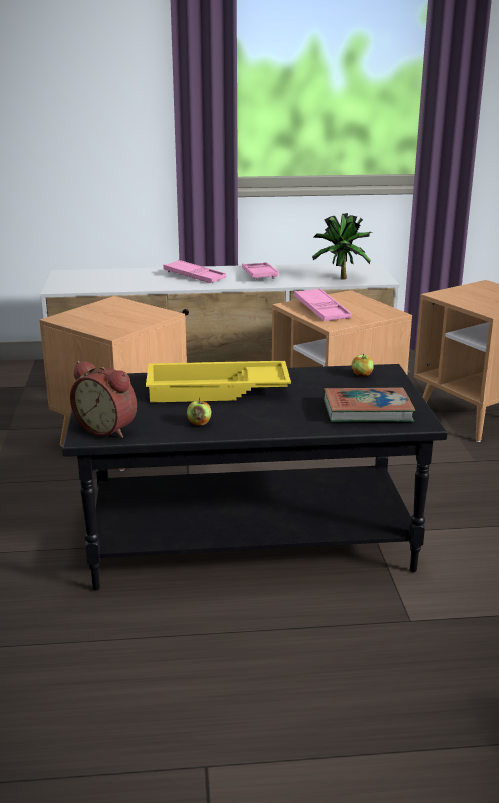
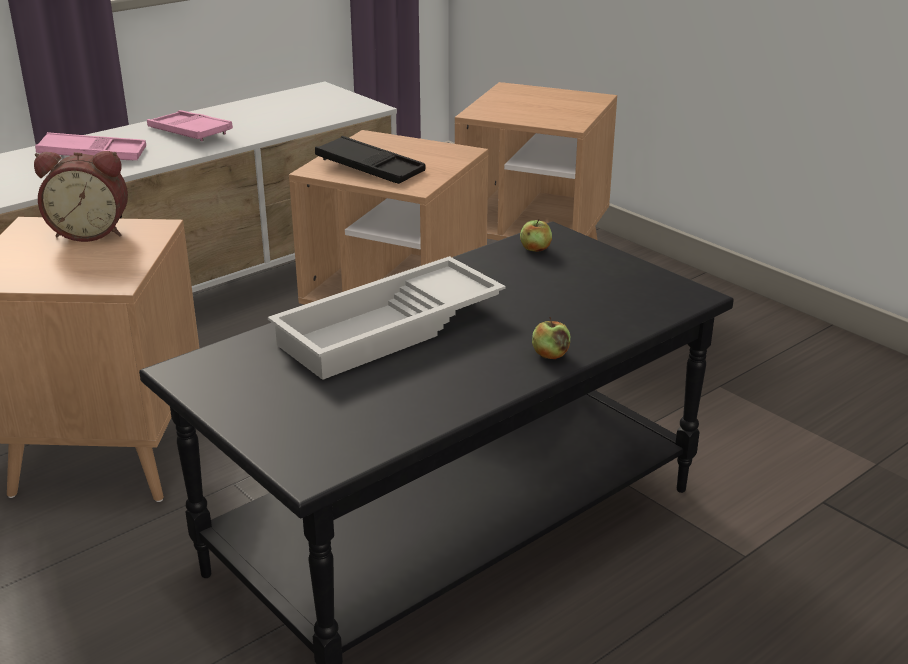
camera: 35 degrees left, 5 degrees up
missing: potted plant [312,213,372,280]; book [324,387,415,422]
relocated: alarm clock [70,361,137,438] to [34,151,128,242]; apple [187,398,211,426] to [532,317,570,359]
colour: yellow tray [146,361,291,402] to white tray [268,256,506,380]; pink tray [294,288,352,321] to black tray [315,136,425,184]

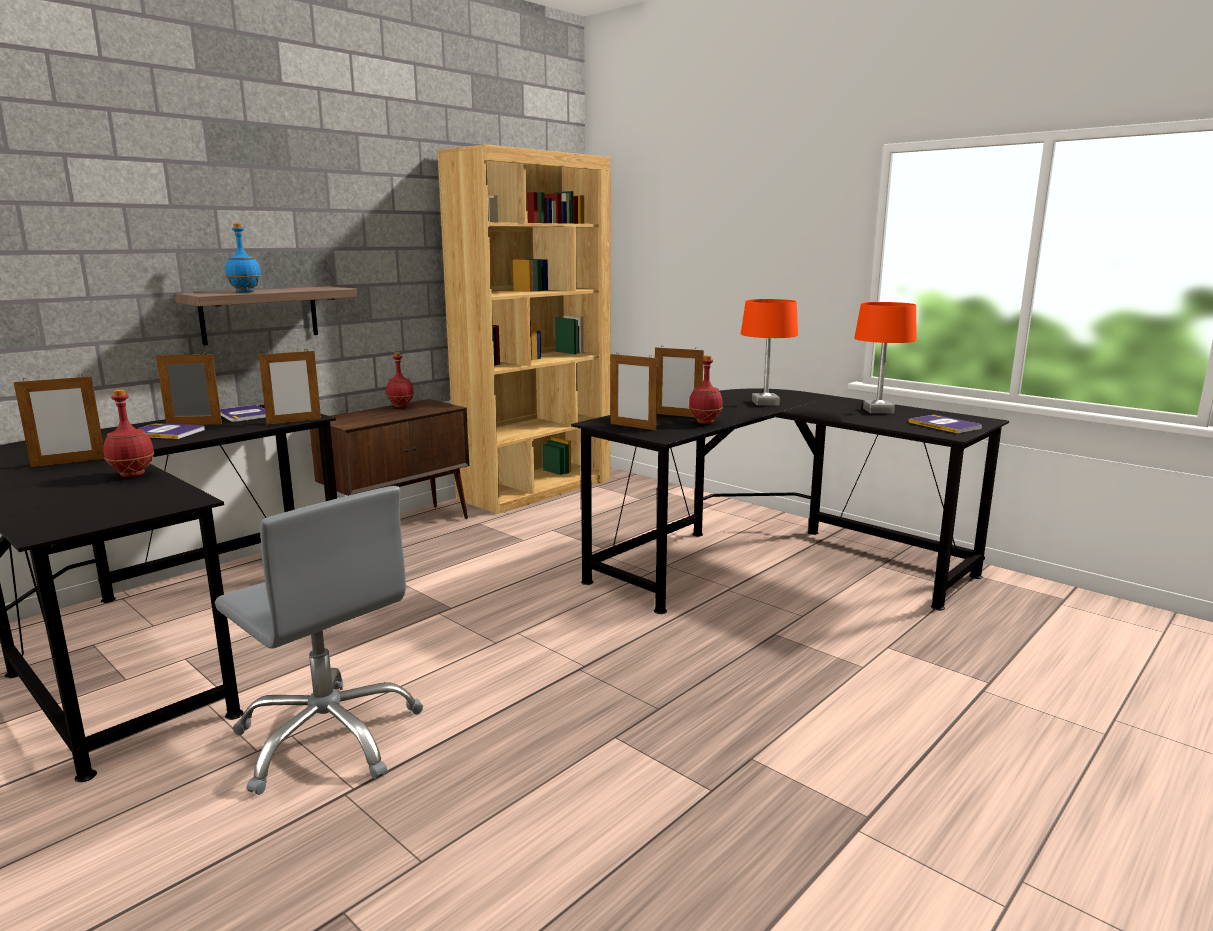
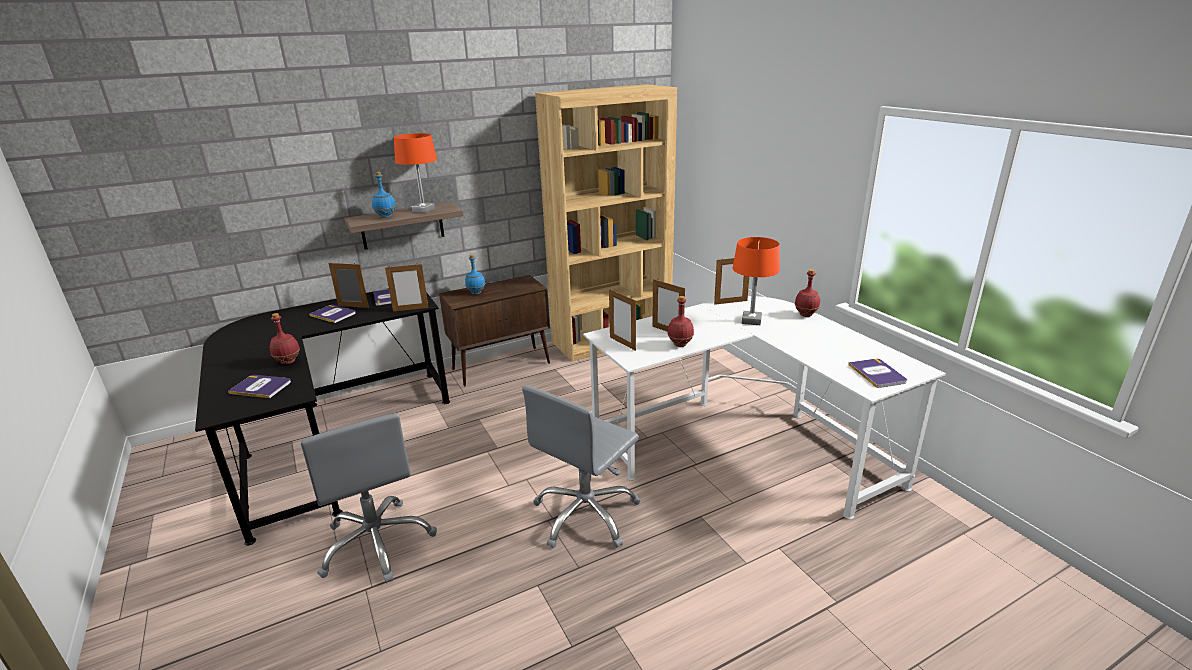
camera: 20 degrees right, 10 degrees up
appeared: book [228,375,291,398]; blue bottle [465,255,485,294]; grey office chair [522,386,640,548]
relocated: picture frame [14,374,105,467] to [714,258,749,305]; red bottle [386,353,414,408] to [795,269,820,317]; orange table lamp [854,302,917,413] to [394,133,437,213]
colour: black desk [571,389,1009,614] to white desk [583,296,946,519]

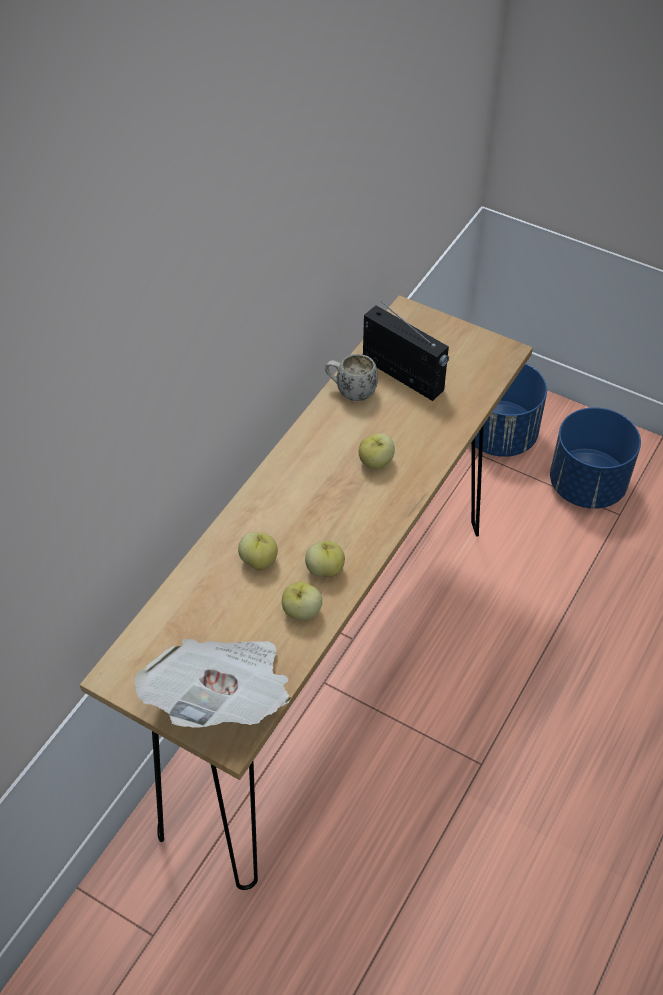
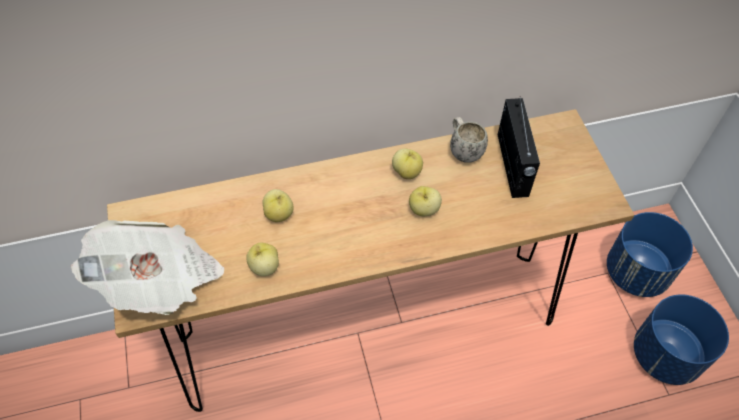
camera: 45 degrees right, 5 degrees up
relocated: apple [305,541,345,577] to [392,149,423,179]

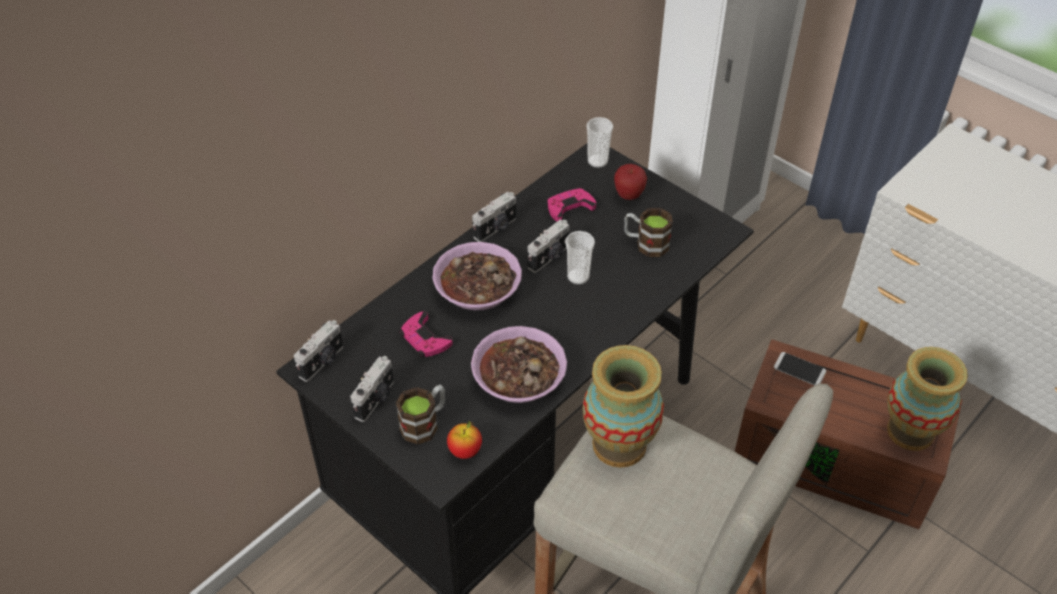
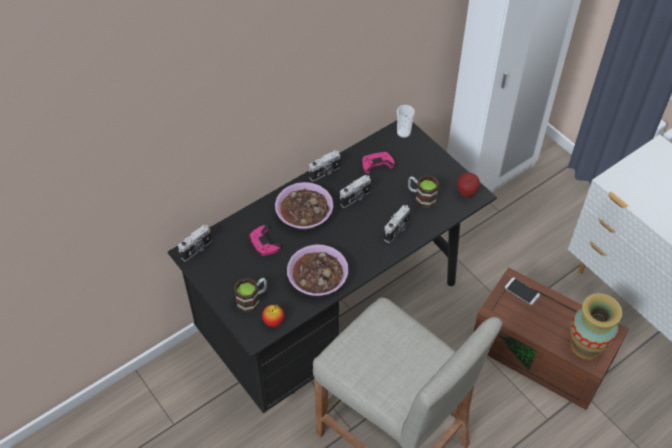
camera: 10 degrees right, 5 degrees up
missing: cup [565,231,595,285]; vase [583,345,664,468]
relocated: photo camera [350,356,394,422] to [384,205,410,243]; apple [614,164,647,200] to [457,172,480,197]

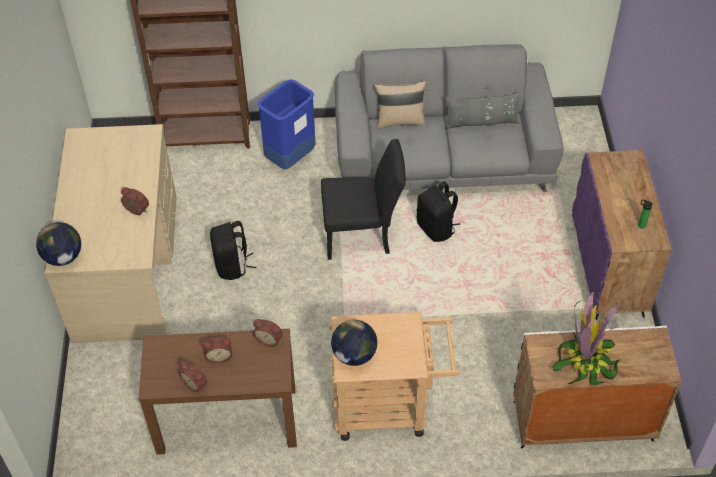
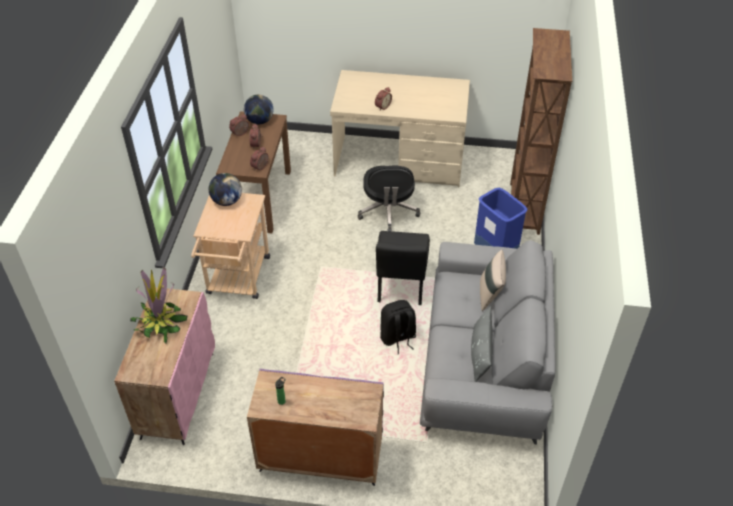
camera: 100 degrees right, 5 degrees down
relocated: globe [36,222,81,266] to [244,95,274,124]
exchanged: black backpack [210,221,256,280] to black office chair [358,165,420,231]
colour: white cabinet [513,325,682,449] to pink cabinet [114,287,215,445]

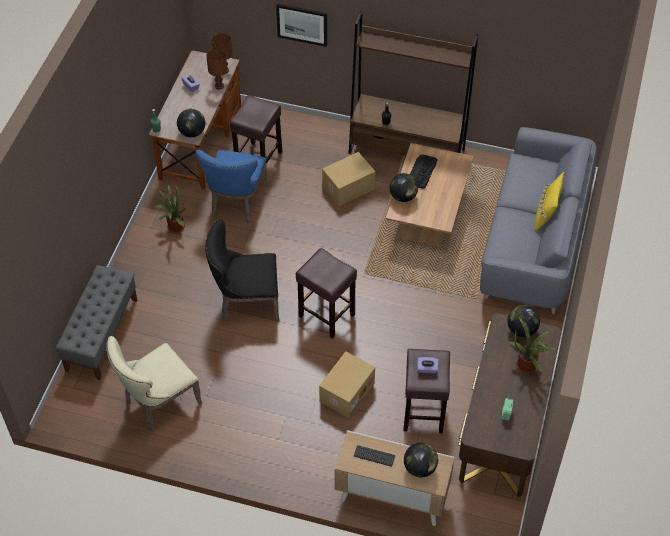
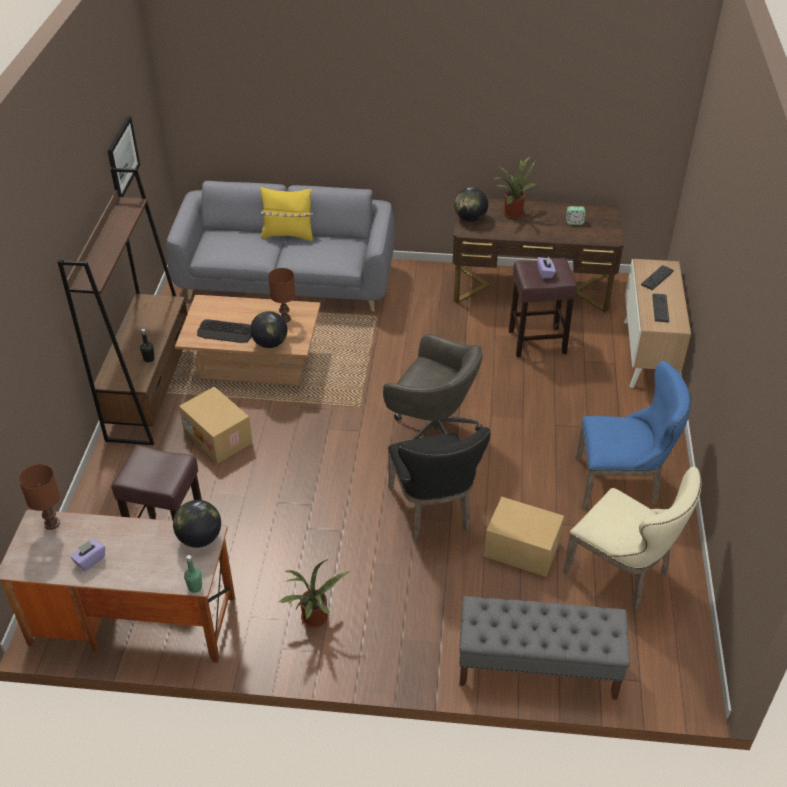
camera: 100 degrees left, 10 degrees down
relocated: blue chair [195,150,268,223] to [575,361,691,509]; brown table lamp [206,49,227,89] to [268,268,296,323]; picture [276,3,327,47] to [107,116,140,197]; cardboard box [319,351,375,418] to [484,497,564,577]
exchanged: brown stool [296,248,357,339] to grey office chair [383,334,483,440]; globe [404,443,438,477] to keyboard [641,265,674,290]

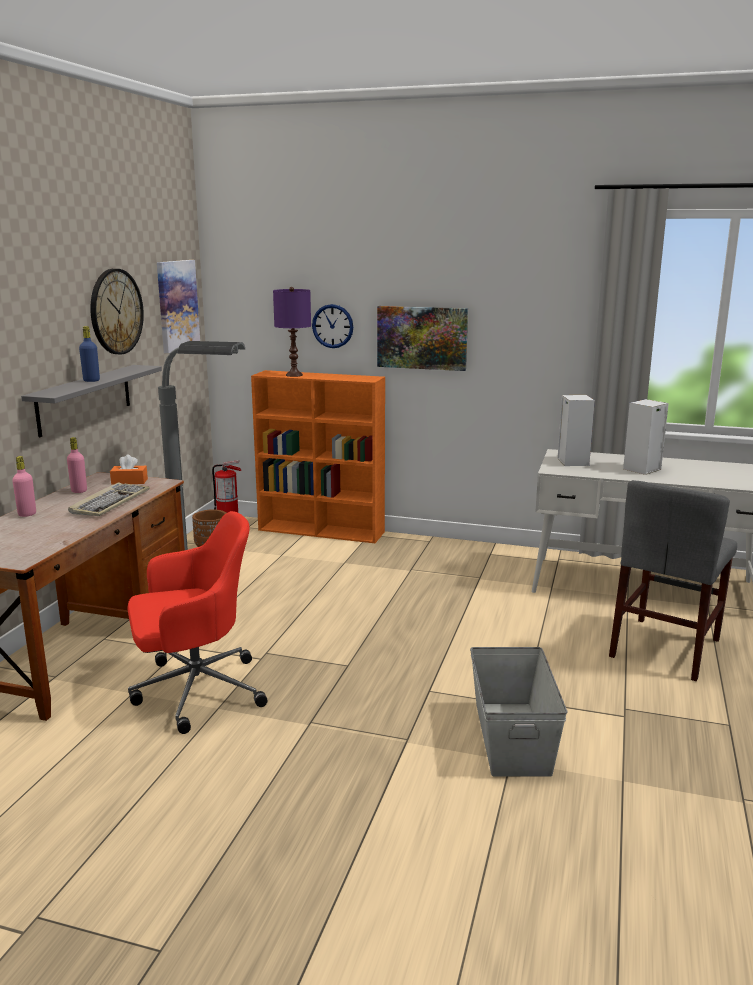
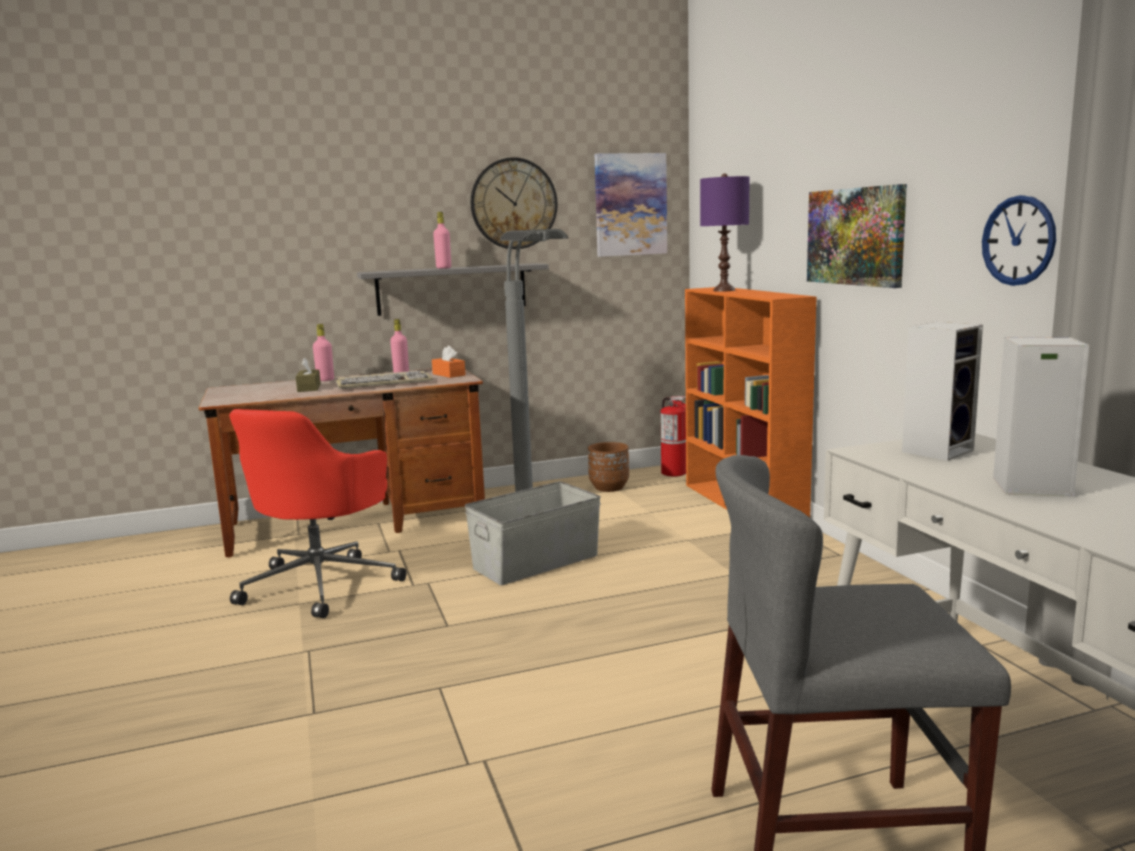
camera: 55 degrees right, 5 degrees down
appeared: brown tissue box [296,358,321,392]
relocated: wall clock [312,304,353,348] to [982,195,1056,286]; grey storage box [470,647,567,777] to [464,481,601,585]
colour: blue bottle [79,326,100,382] to pink bottle [433,212,451,269]
spun: red office chair [127,511,268,734] = [229,409,406,618] 75 degrees clockwise

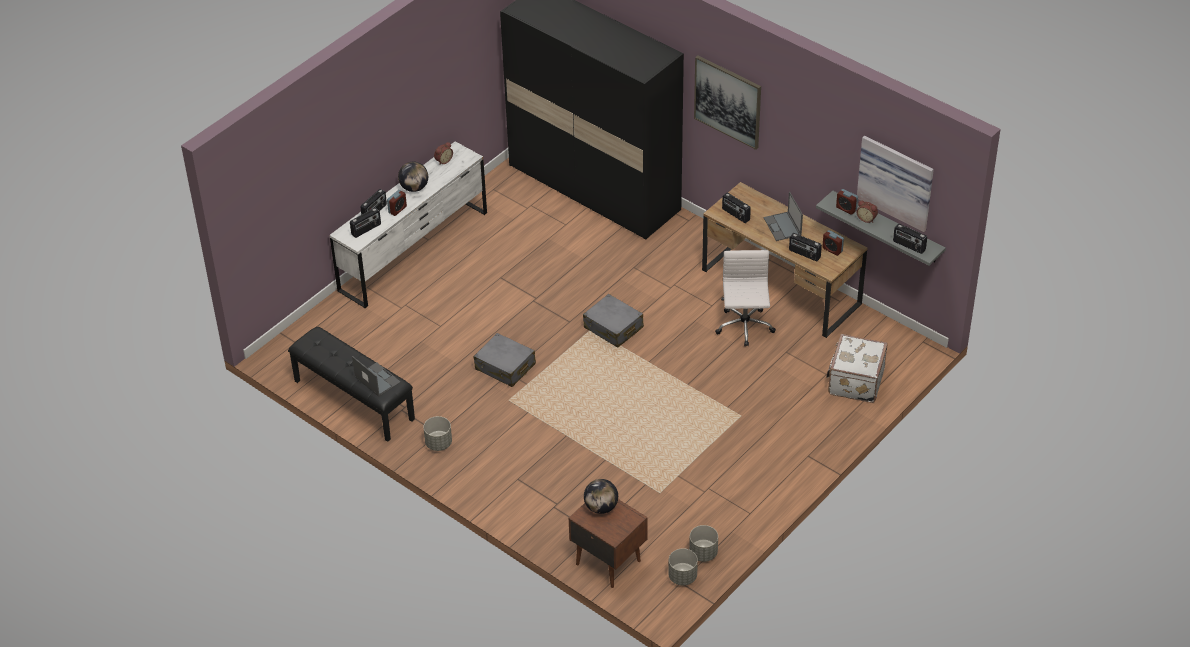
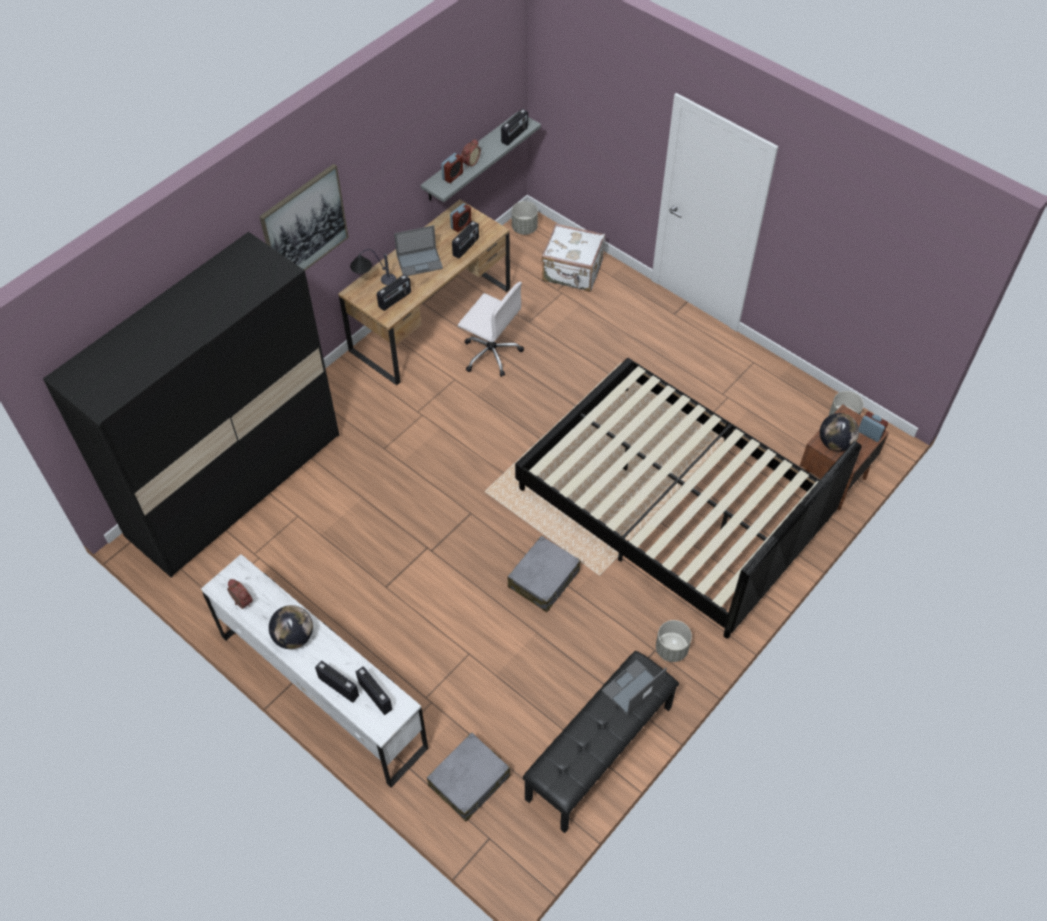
camera: 90 degrees left, 10 degrees up
missing: picture [857,136,934,232]
appeared: table lamp [350,249,396,285]; black bed [515,358,862,639]
relocated: alarm clock [387,190,407,216] to [859,412,888,442]; grey suitcase [583,294,644,348] to [427,732,510,822]; grey planter [689,525,718,562] to [512,201,538,235]
spun: white office chair [715,250,776,346] = [458,282,524,377] 150 degrees counterclockwise

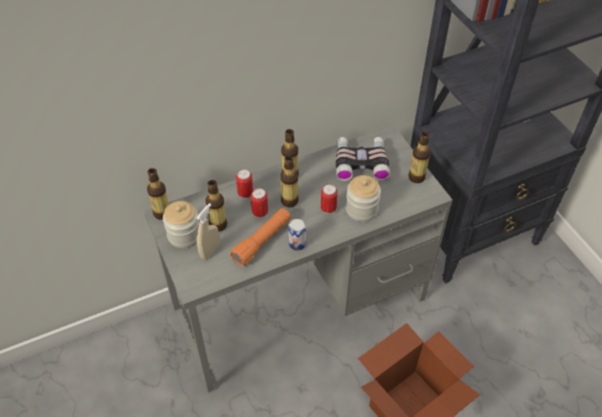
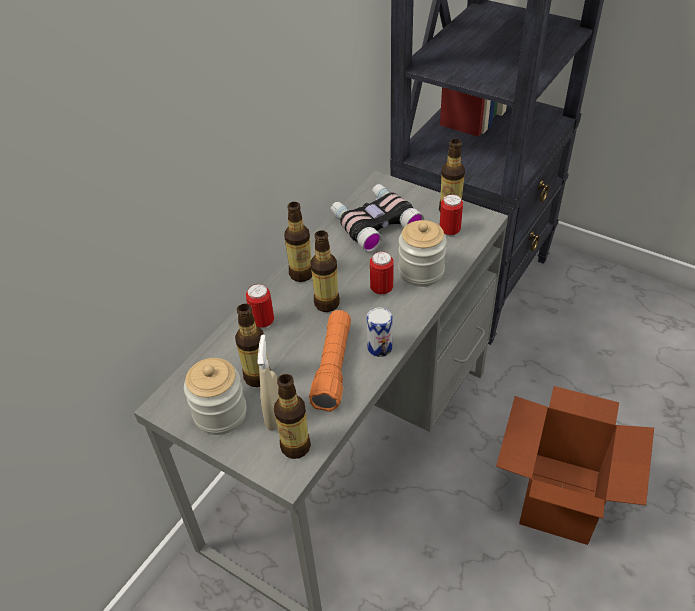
camera: 30 degrees left, 5 degrees down
relocated: bottle [147,168,169,220] to [274,374,311,459]; can [251,188,268,218] to [440,194,463,237]

